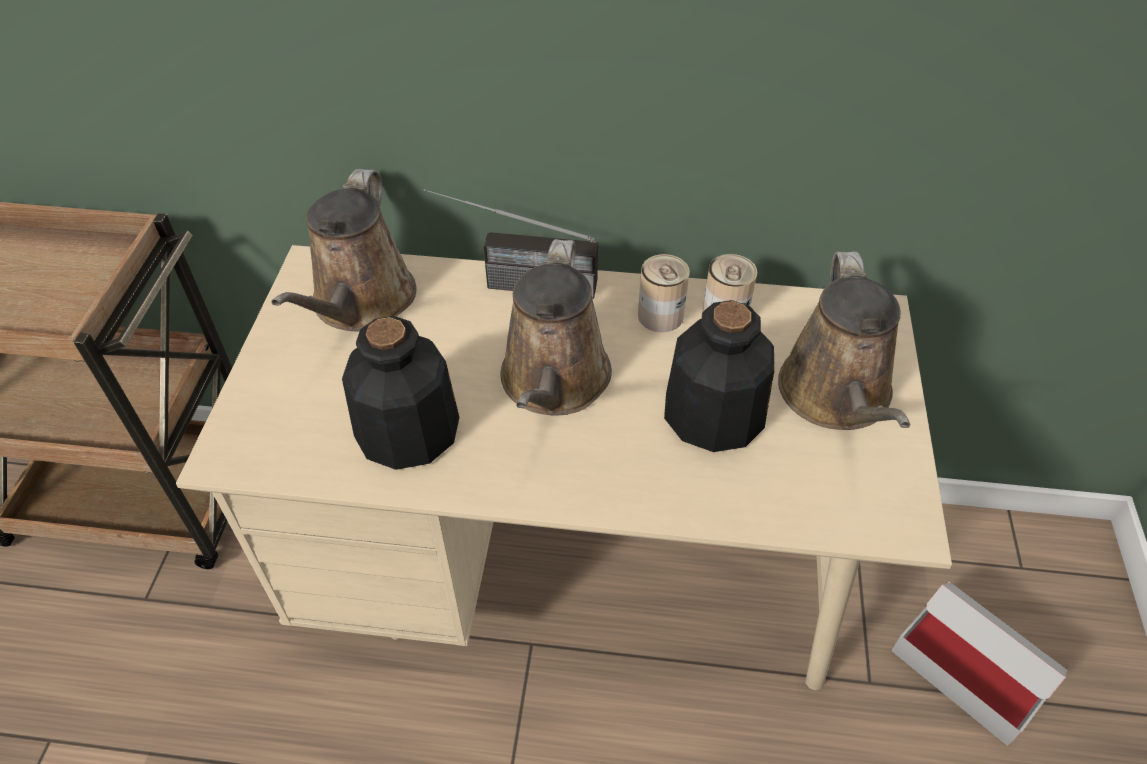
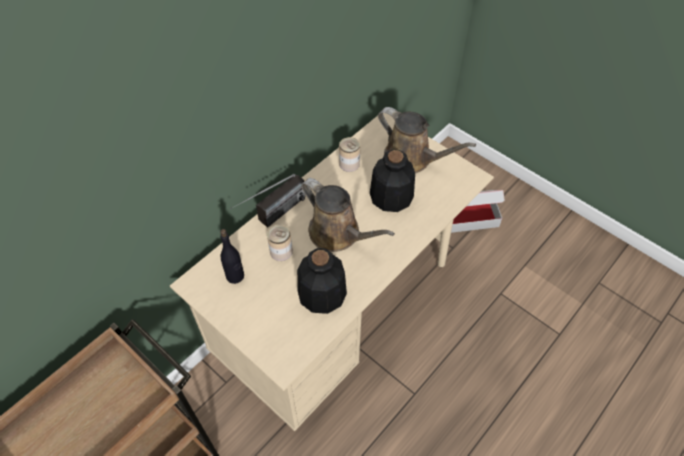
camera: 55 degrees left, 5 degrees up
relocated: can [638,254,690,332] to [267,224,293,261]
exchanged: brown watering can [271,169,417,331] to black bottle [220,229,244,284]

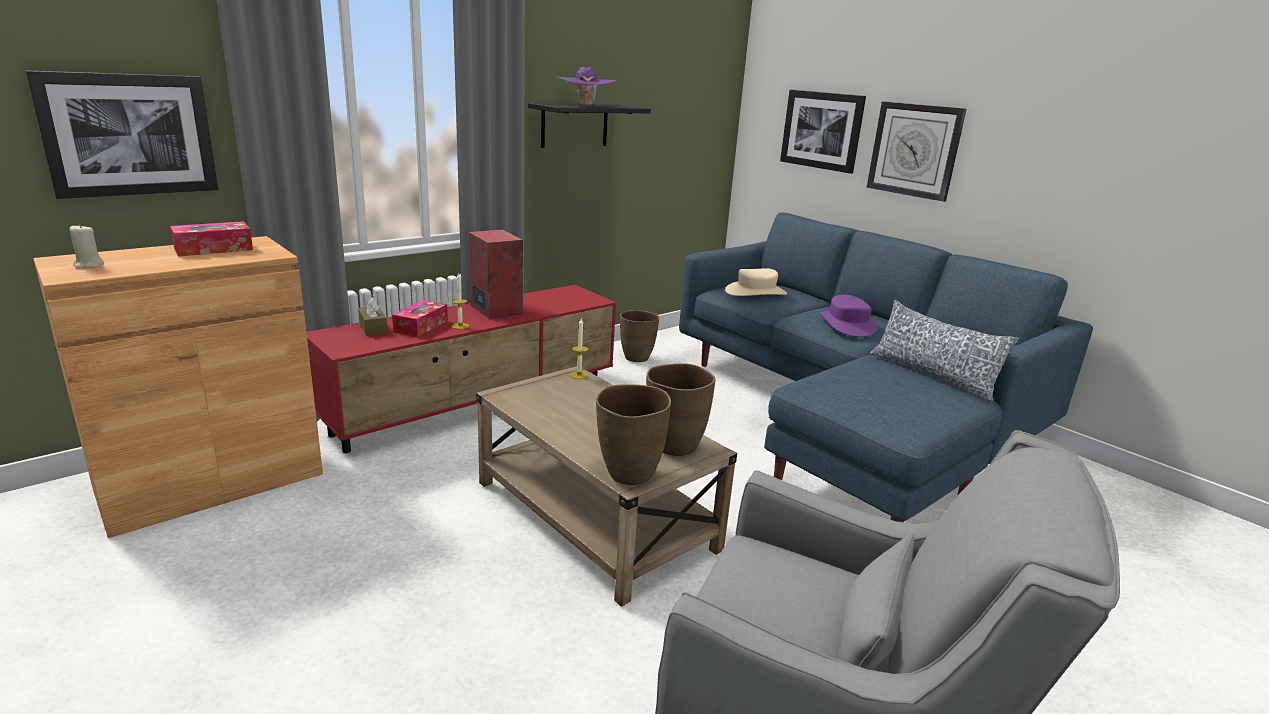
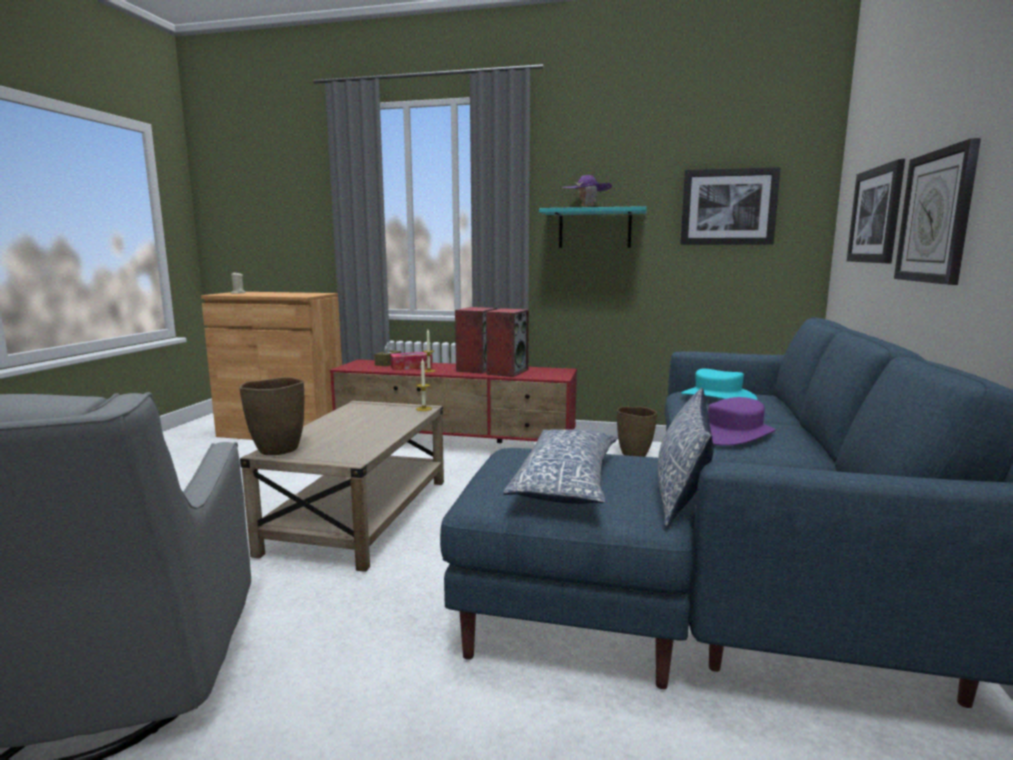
camera: 55 degrees right, 10 degrees down
missing: tissue box [170,221,253,256]; brown vase [646,363,716,456]
appeared: speaker [486,308,529,377]; pillow [503,429,617,504]
relocated: picture [25,70,218,199] to [680,167,781,245]
colour: black shelf [528,103,651,148] to turquoise shelf [539,206,647,248]; beige hat [725,268,787,296] to turquoise hat [681,369,757,400]

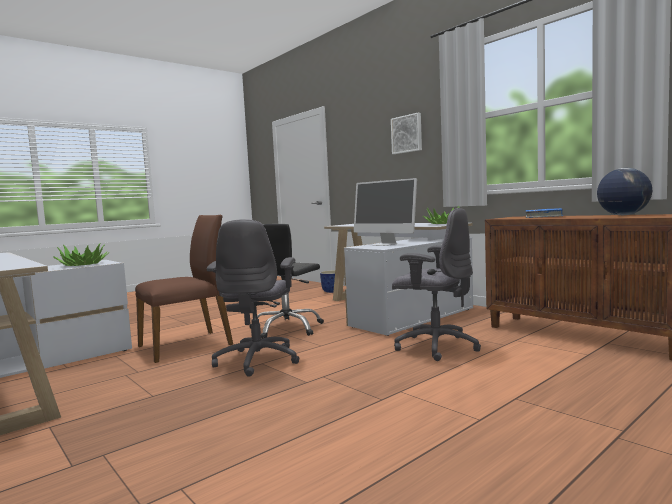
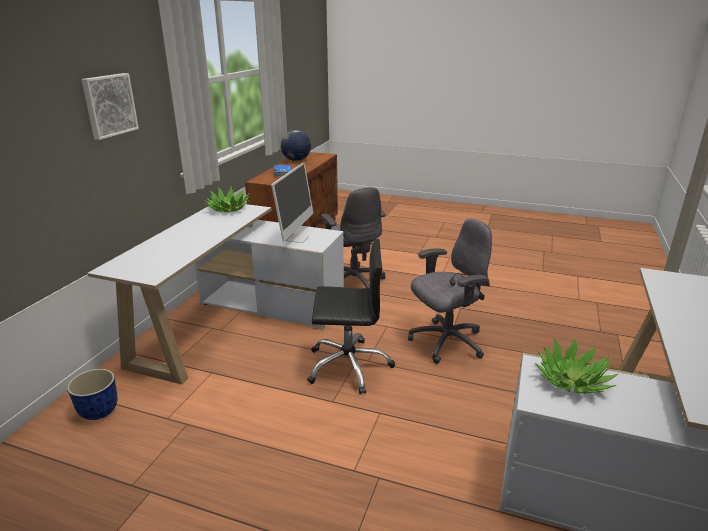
camera: 120 degrees left, 20 degrees up
missing: brown chair [135,215,233,363]
spun: grey office chair [392,208,481,361] = [320,187,386,288] 150 degrees clockwise

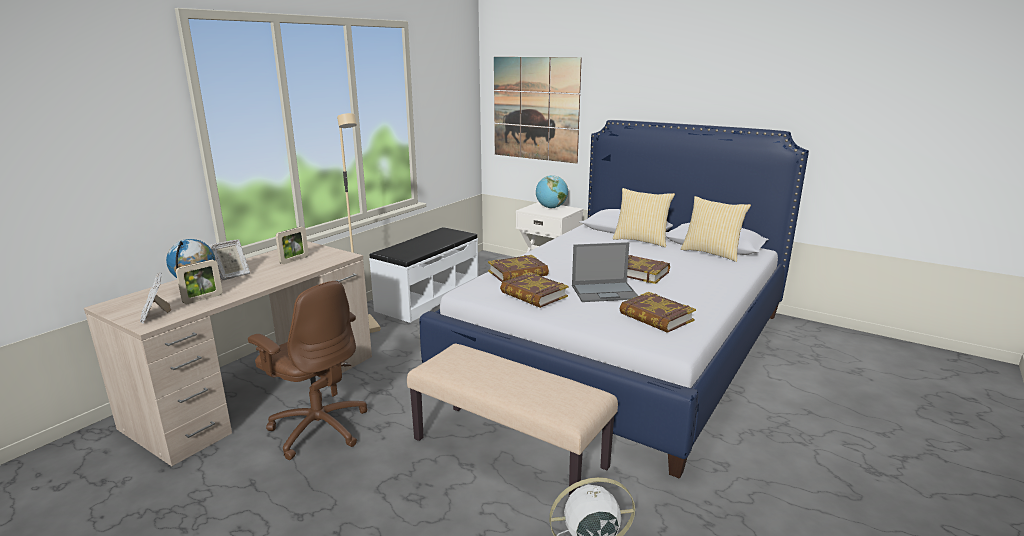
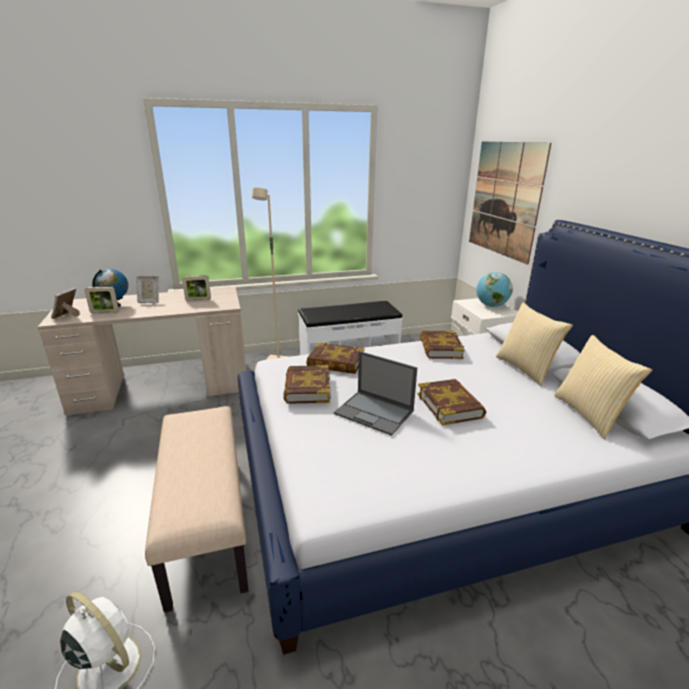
camera: 40 degrees right, 5 degrees up
missing: brown office chair [248,281,367,460]
relocated: book [620,292,696,333] to [420,331,465,359]

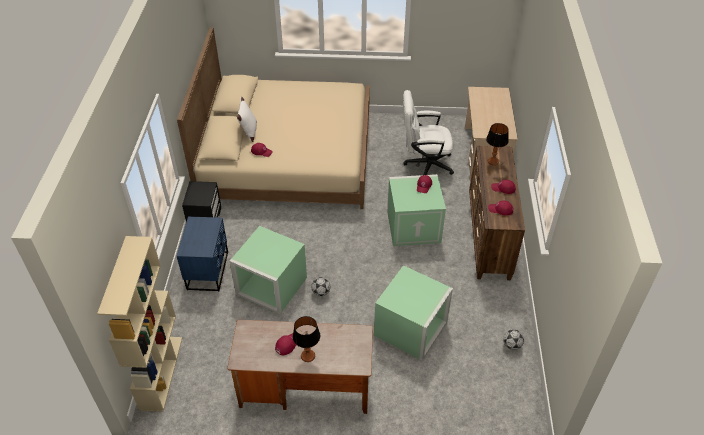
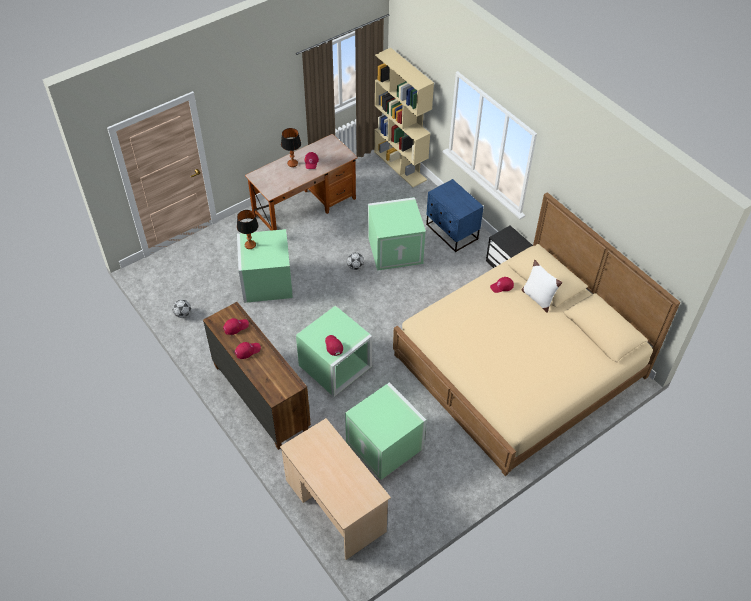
camera: 140 degrees right, 5 degrees up
relocated: table lamp [486,123,509,165] to [237,210,259,249]
exchanged: white office chair [403,90,454,175] to green storage box [345,383,426,480]

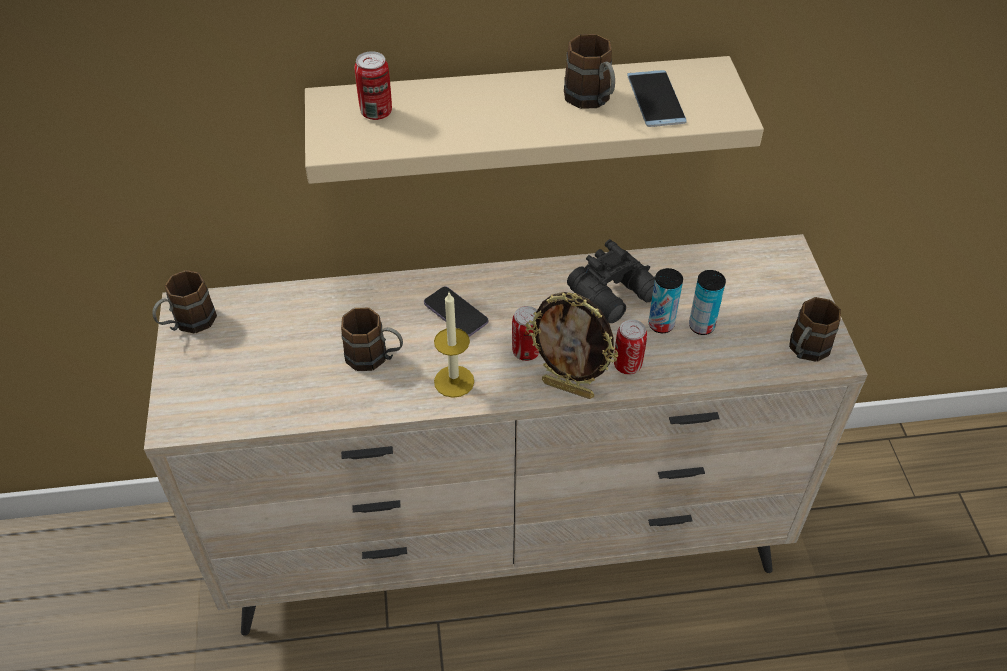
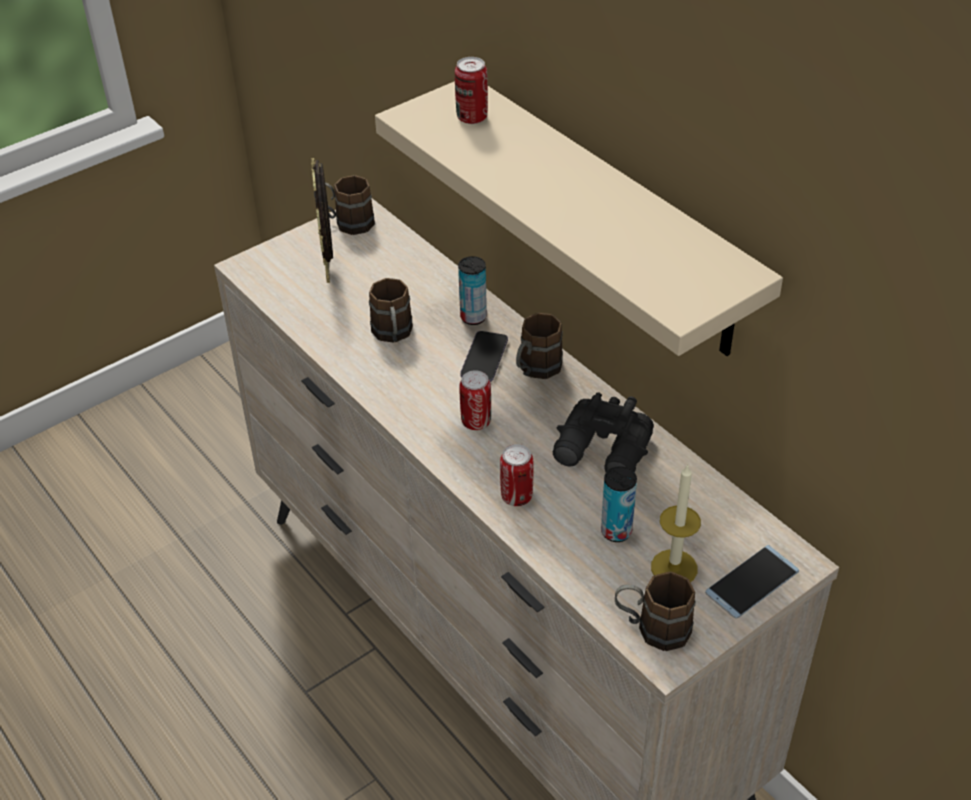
camera: 60 degrees right, 5 degrees down
relocated: candle [434,293,474,398] to [651,464,701,582]; picture frame [526,292,618,399] to [311,158,333,283]; brown mug [564,34,615,109] to [516,313,563,379]; phone [627,70,687,127] to [705,545,799,619]; can [648,268,683,333] to [458,256,487,325]

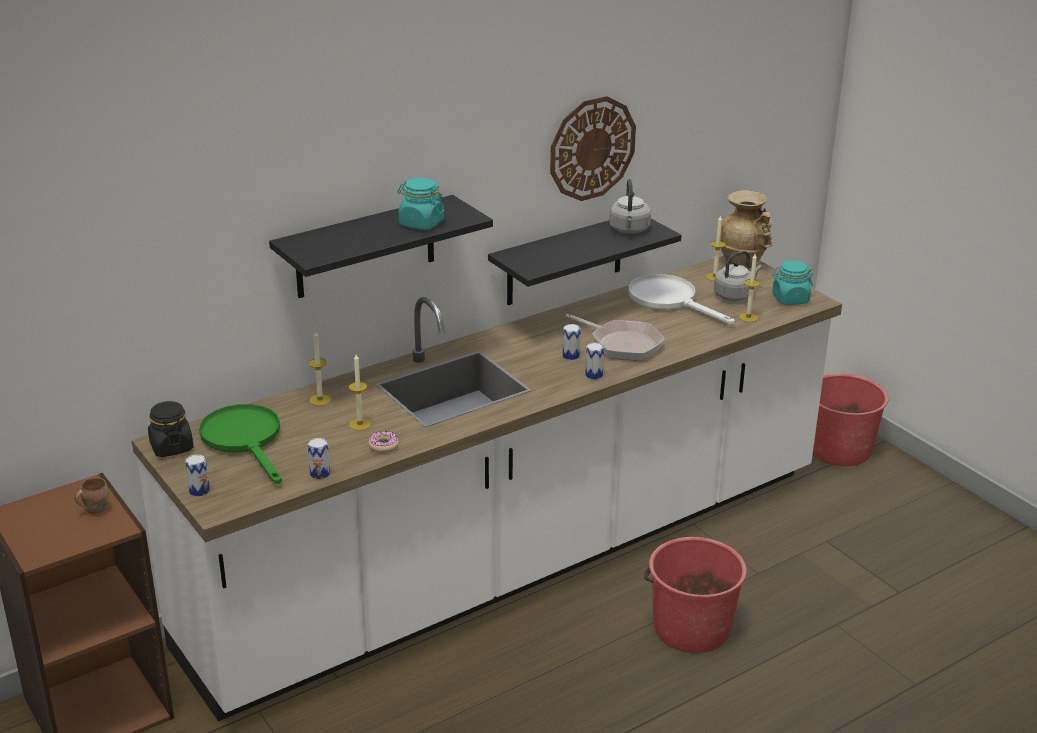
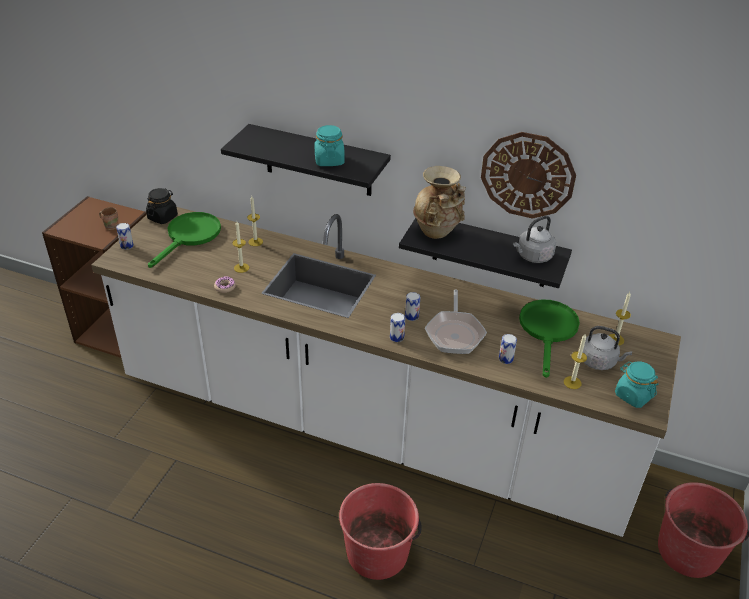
camera: 55 degrees right, 10 degrees up
relocated: can [308,438,330,479] to [499,334,517,364]; beige vase [720,190,774,268] to [413,166,466,239]
colour: white frying pan [628,274,735,324] to green frying pan [519,299,580,378]

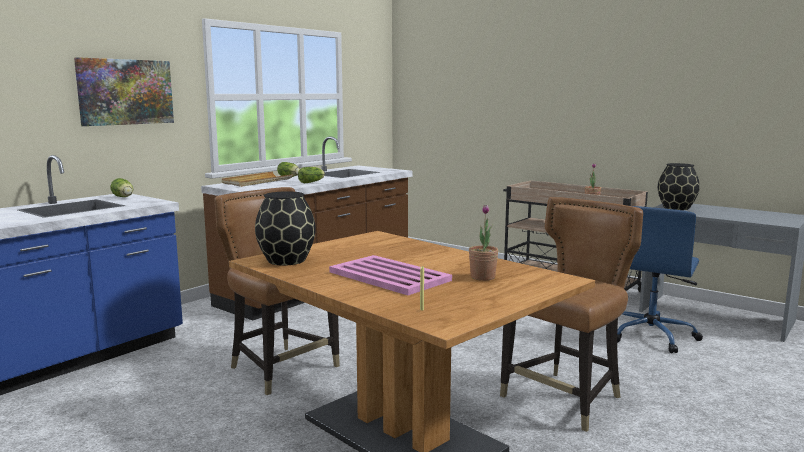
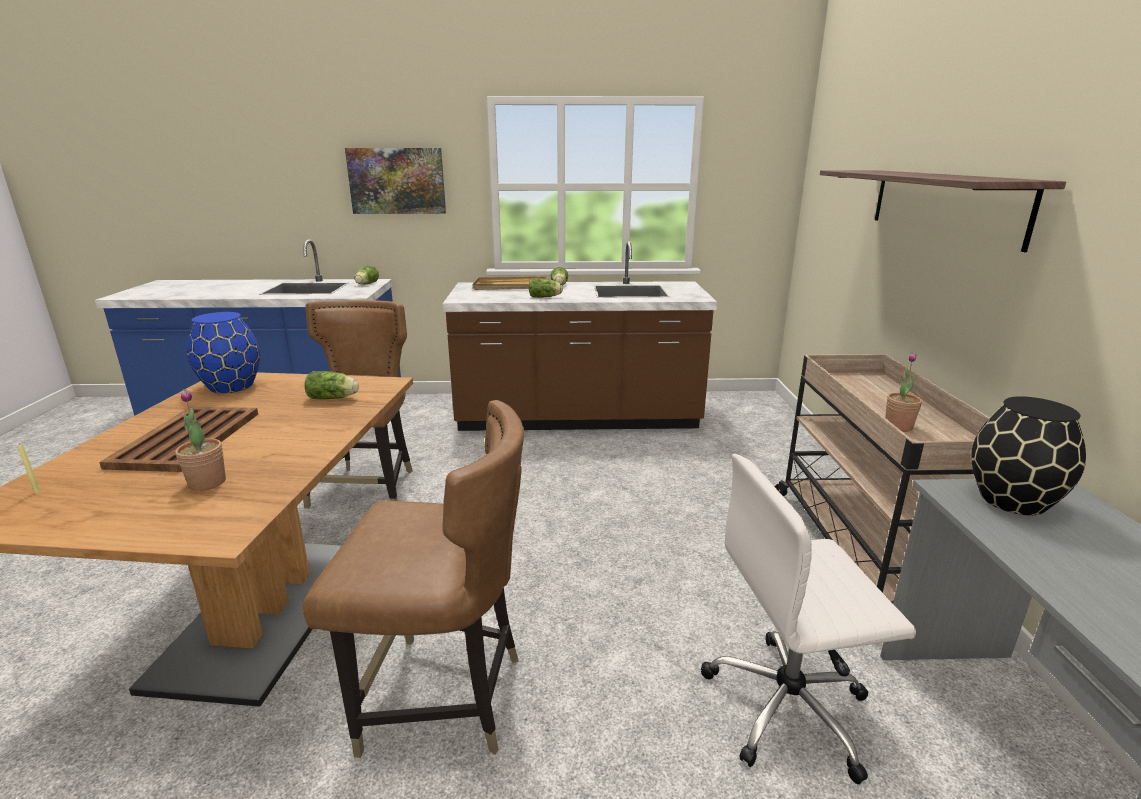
camera: 50 degrees right, 10 degrees up
appeared: lettuce [305,371,359,400]; shelf [820,170,1066,252]
colour: black vase [255,191,316,266] to blue vase [187,312,260,393]; pink tray [329,255,452,295] to brown tray [99,406,258,472]; blue office chair [617,206,703,353] to white office chair [701,454,916,784]

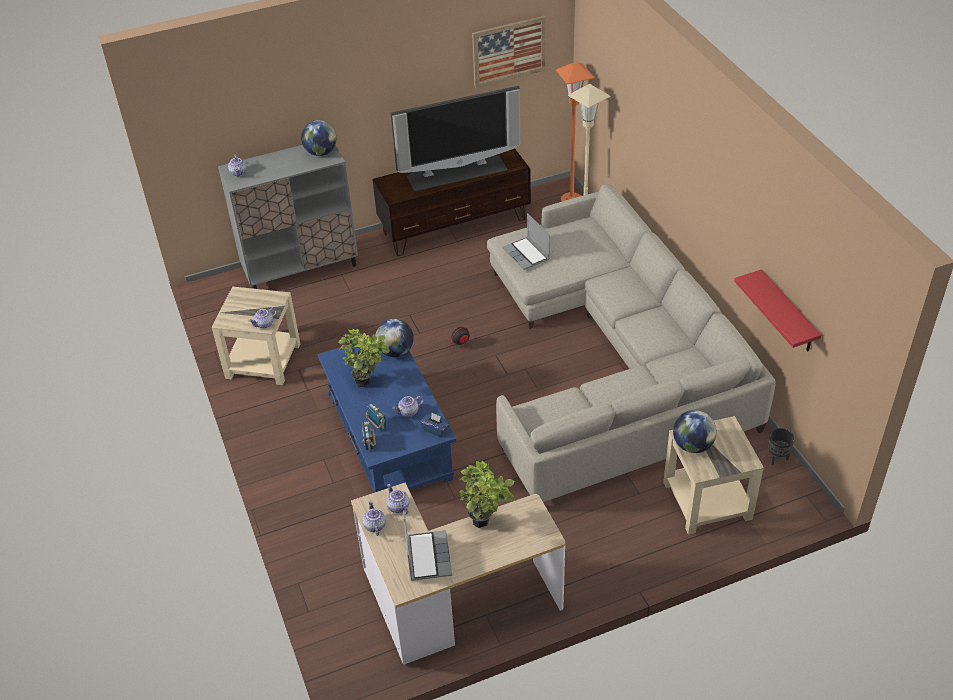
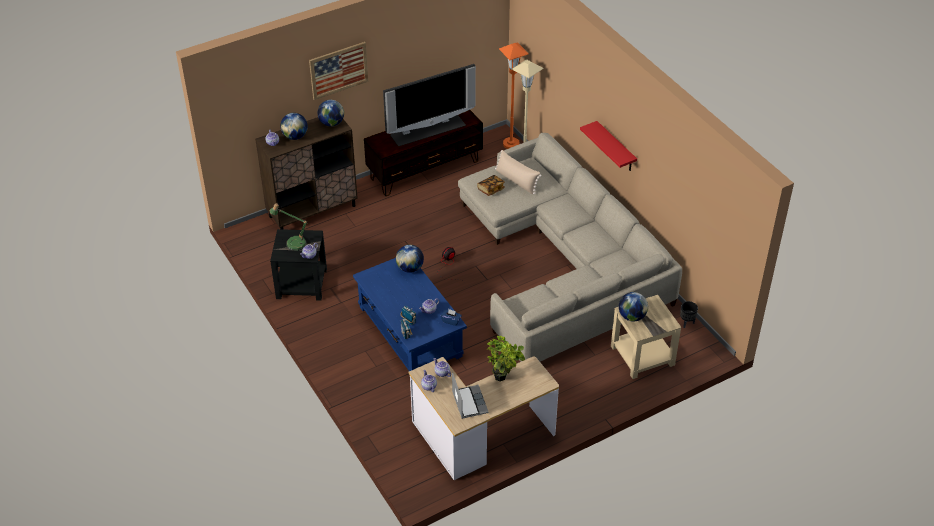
camera: 10 degrees left, 0 degrees up
missing: potted plant [338,329,390,387]
appeared: table lamp [269,203,307,251]; globe [280,113,308,140]; beige pillow [495,150,542,194]
relocated: picture [472,16,546,88] to [309,42,368,100]; red shelf [734,269,822,351] to [580,121,637,171]
exchanged: laptop [502,213,550,270] to book [477,175,505,196]
colour: beige side table [211,286,300,385] to black side table [270,229,327,301]; grey cabinet [218,145,358,289] to brown cabinet [255,117,358,230]

